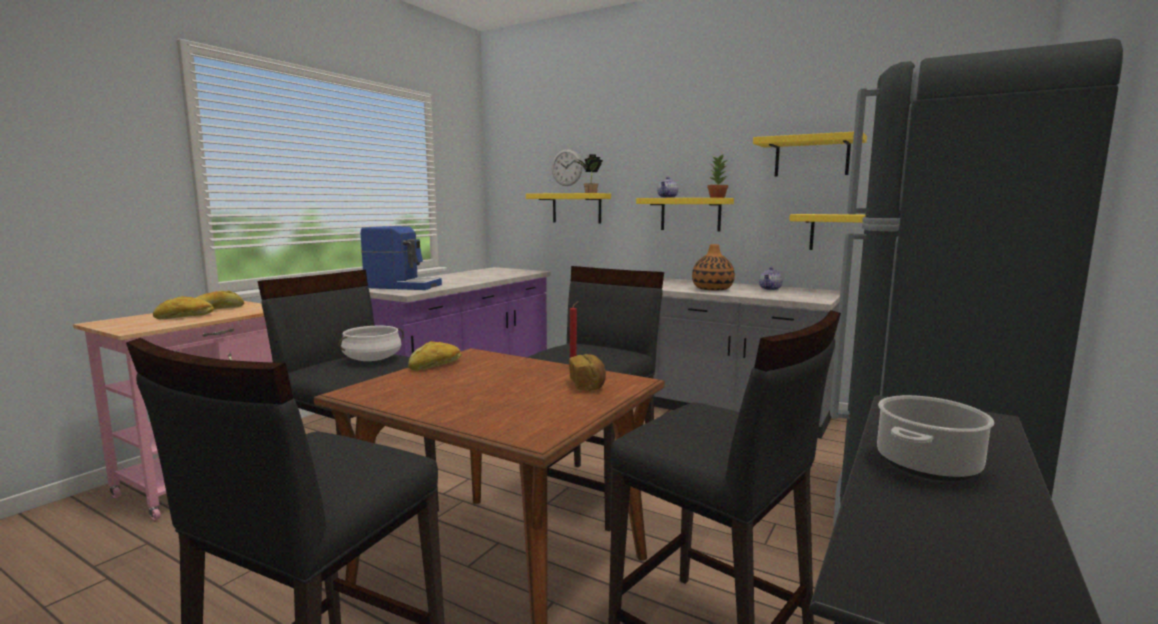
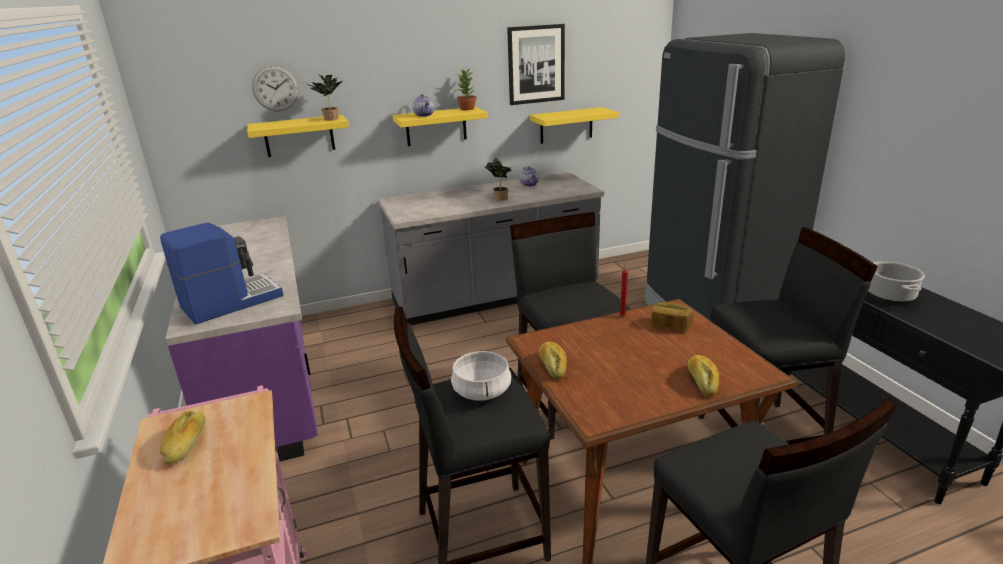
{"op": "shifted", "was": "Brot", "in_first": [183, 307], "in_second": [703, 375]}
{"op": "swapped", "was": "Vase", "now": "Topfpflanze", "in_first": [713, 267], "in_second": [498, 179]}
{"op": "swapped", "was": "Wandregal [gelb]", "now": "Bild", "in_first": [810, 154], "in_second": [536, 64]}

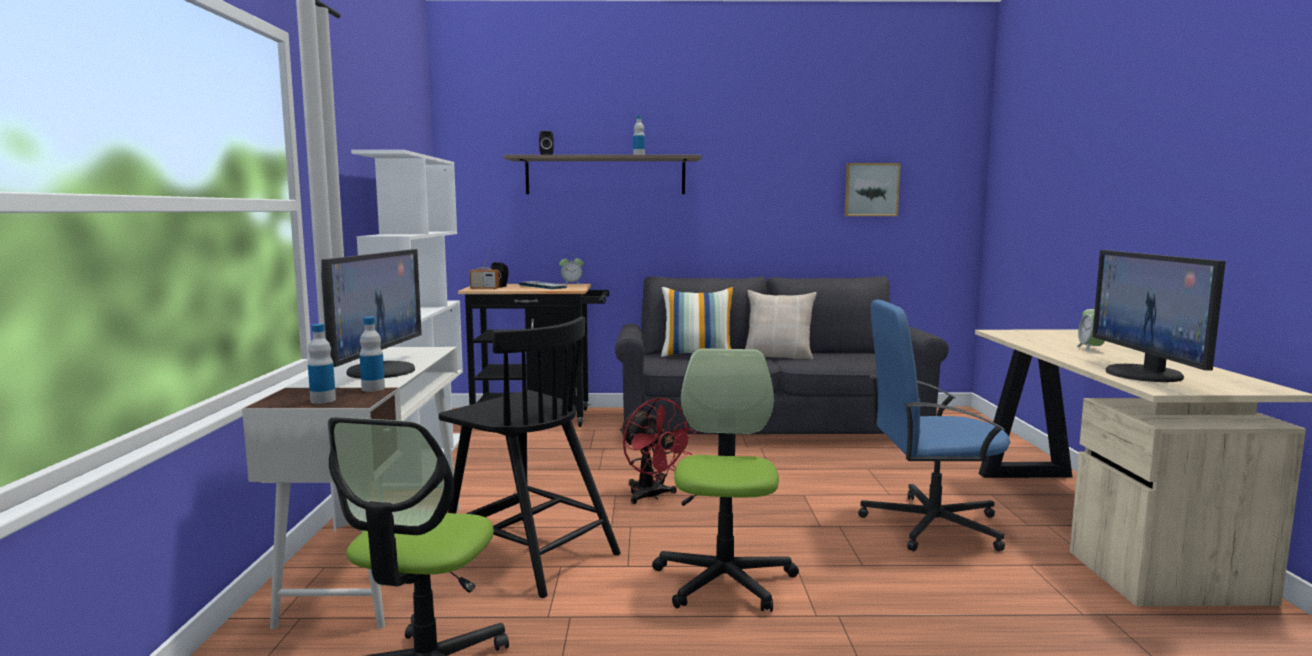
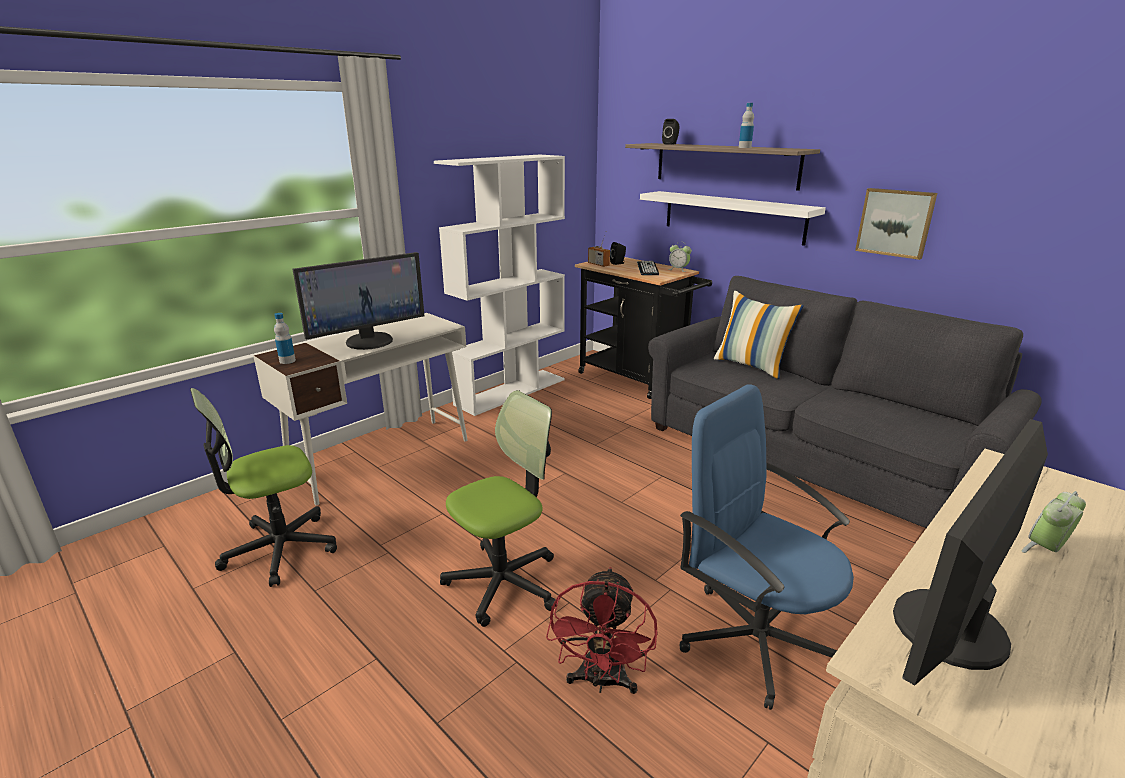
{"op": "gone", "was": "Flasche", "in_first": [372, 354]}
{"op": "gone", "was": "Stuhl [schwarz]", "in_first": [530, 457]}
{"op": "gone", "was": "Kissen [beige]", "in_first": [781, 325]}
{"op": "new", "now": "Wandregal [weiß]", "in_second": [733, 218]}
{"op": "shifted", "was": "Ventilator [rot]", "in_first": [658, 450], "in_second": [601, 630]}
{"op": "shifted", "was": "Bild", "in_first": [872, 189], "in_second": [896, 224]}

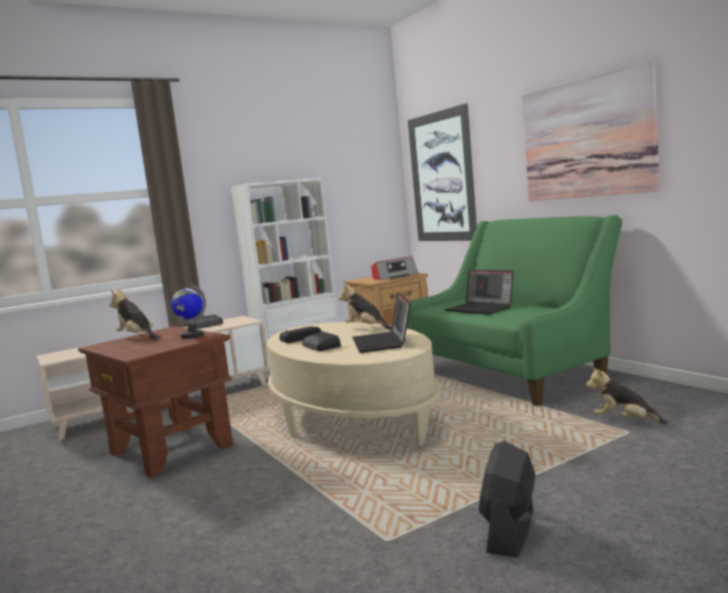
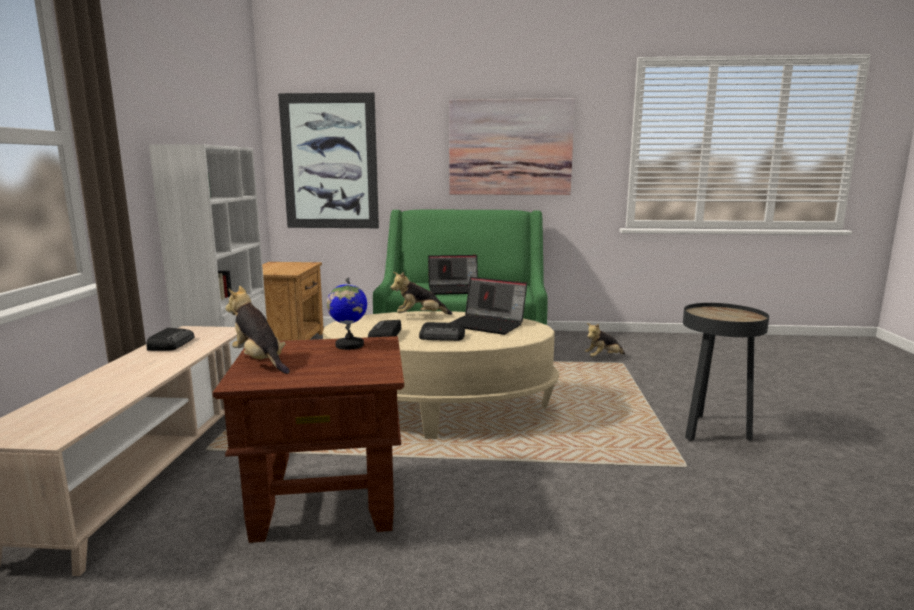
{"op": "gone", "was": "Radio", "in_first": [394, 268]}
{"op": "swapped", "was": "Ventilator [schwarz]", "now": "Beistelltisch [schwarz]", "in_first": [507, 499], "in_second": [726, 372]}
{"op": "rotated", "was": "Plüschtier", "in_first": [134, 314], "in_second": [257, 330], "clockwise": 60}

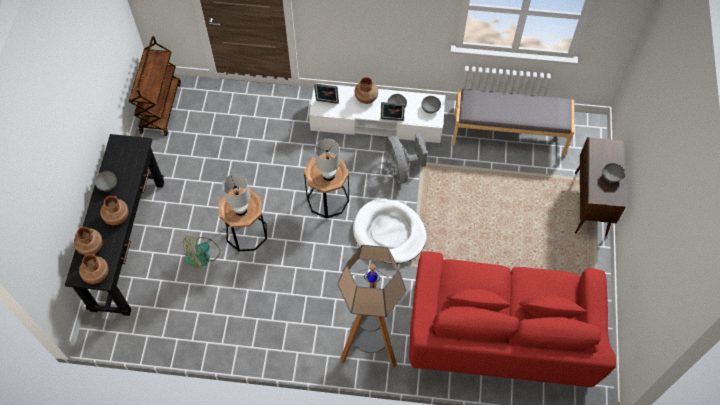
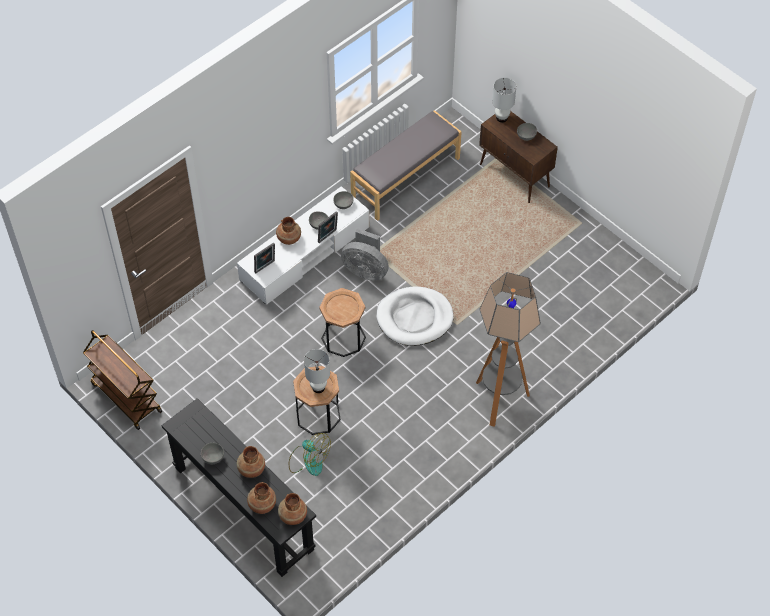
{"op": "gone", "was": "Sofa [rot]", "in_first": [512, 319]}
{"op": "shifted", "was": "Tischlampe [weiß]", "in_first": [327, 160], "in_second": [504, 100]}
{"op": "rotated", "was": "Ventilator", "in_first": [202, 252], "in_second": [310, 454], "clockwise": -60}

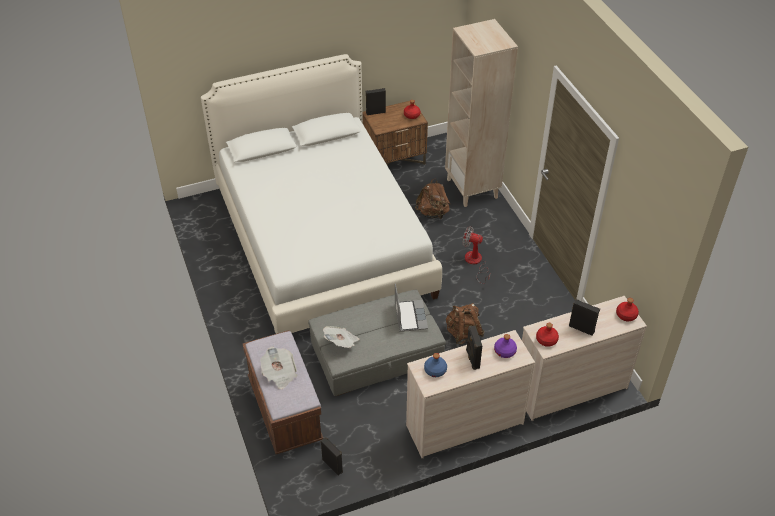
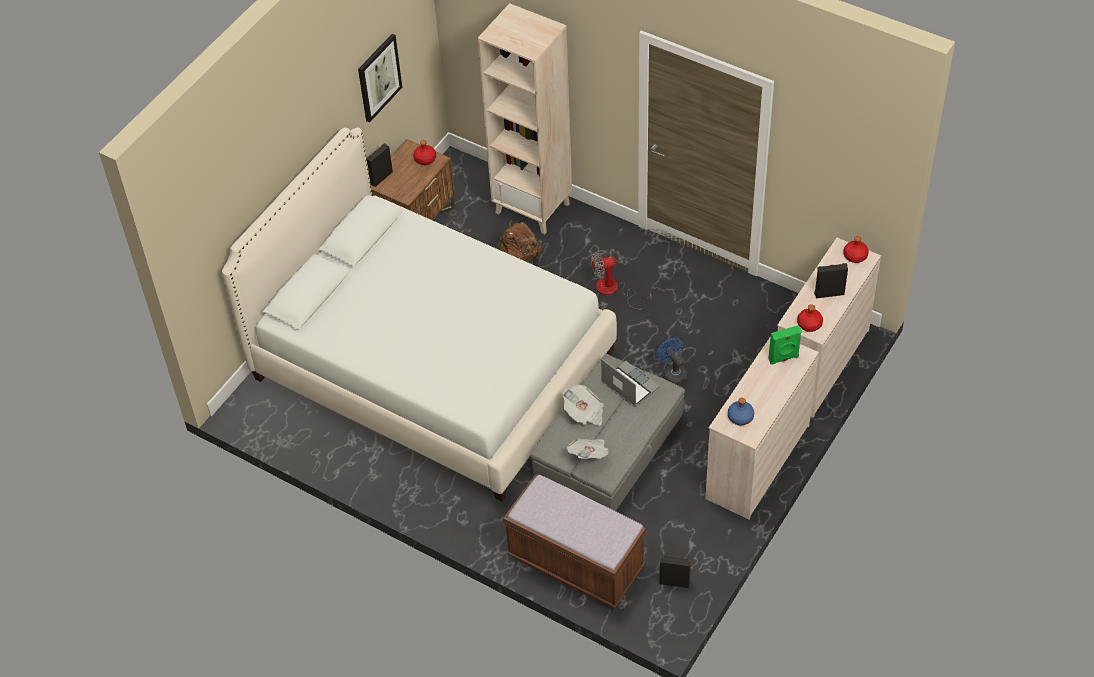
{"op": "gone", "was": "Lautsprecher [schwarz]", "in_first": [474, 348]}
{"op": "new", "now": "Bild", "in_second": [380, 78]}
{"op": "shifted", "was": "Zeitung", "in_first": [278, 368], "in_second": [583, 405]}
{"op": "swapped", "was": "Rucksack [braun]", "now": "Ventilator [blau]", "in_first": [465, 324], "in_second": [672, 361]}
{"op": "swapped", "was": "Flasche [lila]", "now": "Lautsprecher [grün]", "in_first": [505, 346], "in_second": [785, 345]}

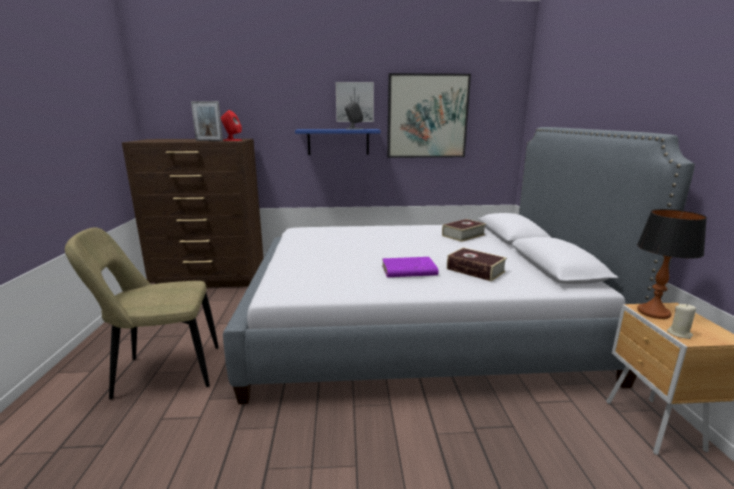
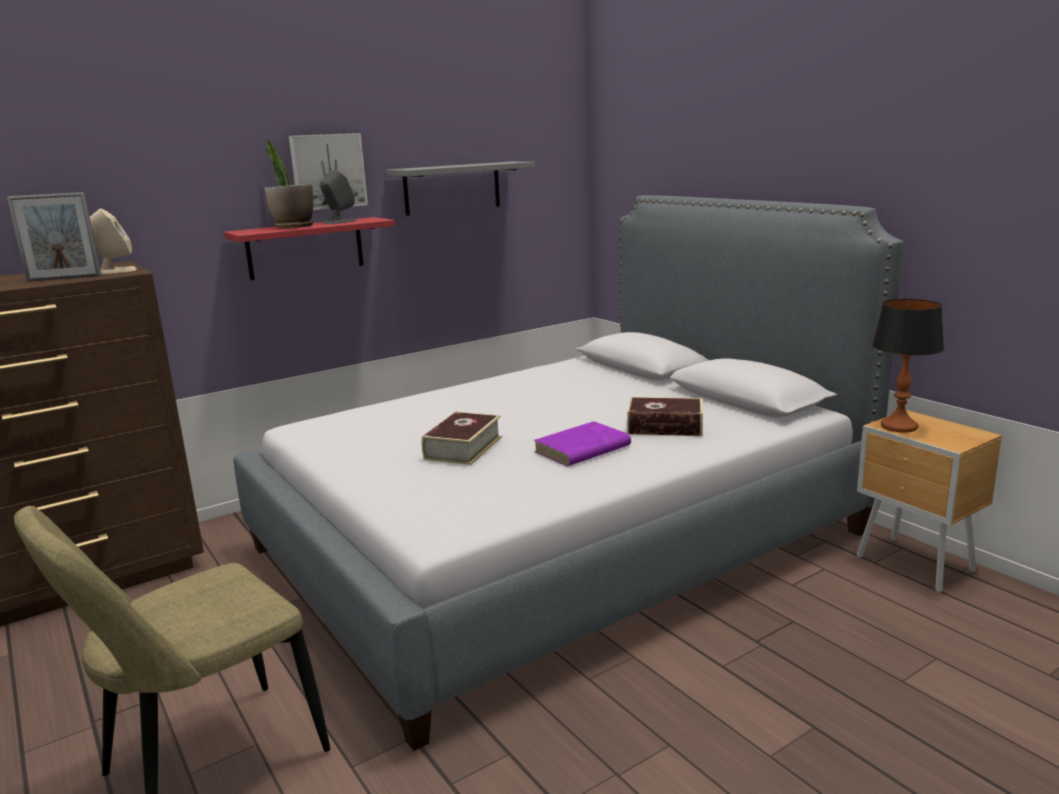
{"op": "gone", "was": "Kerze [beige]", "in_first": [681, 321]}
{"op": "new", "now": "Topfpflanze", "in_second": [289, 183]}
{"op": "shifted", "was": "Buch", "in_first": [464, 230], "in_second": [462, 438]}
{"op": "swapped", "was": "Bild", "now": "Wandregal [grau]", "in_first": [429, 115], "in_second": [460, 189]}
{"op": "repainted", "was": "Lautsprecher [rot]", "now": "Lautsprecher [beige]", "in_first": [231, 125], "in_second": [113, 241]}
{"op": "repainted", "was": "Wandregal [blau]", "now": "Wandregal [rot]", "in_first": [338, 142], "in_second": [309, 248]}

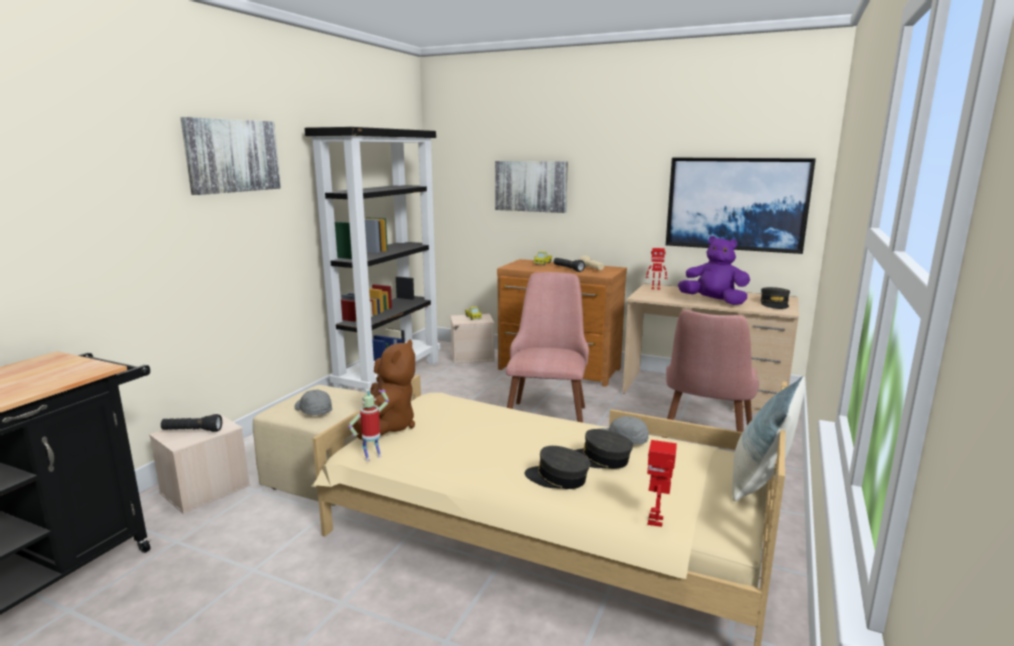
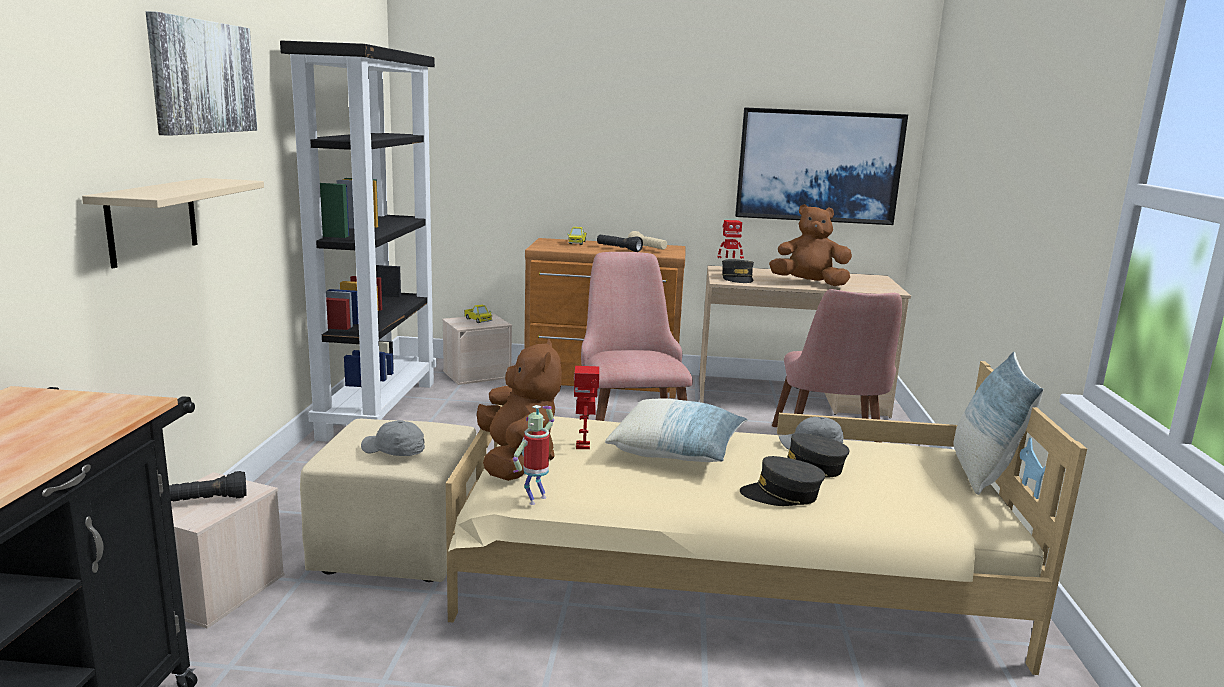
{"op": "gone", "was": "Bild", "in_first": [531, 187]}
{"op": "new", "now": "Wandregal [beige]", "in_second": [173, 223]}
{"op": "new", "now": "Kissen", "in_second": [676, 430]}
{"op": "shifted", "was": "Spielzeugroboter", "in_first": [662, 483], "in_second": [586, 407]}
{"op": "shifted", "was": "Kappe [grau]", "in_first": [775, 298], "in_second": [738, 271]}
{"op": "repainted", "was": "Plüschtier [lila]", "now": "Plüschtier [braun]", "in_first": [714, 270], "in_second": [810, 245]}

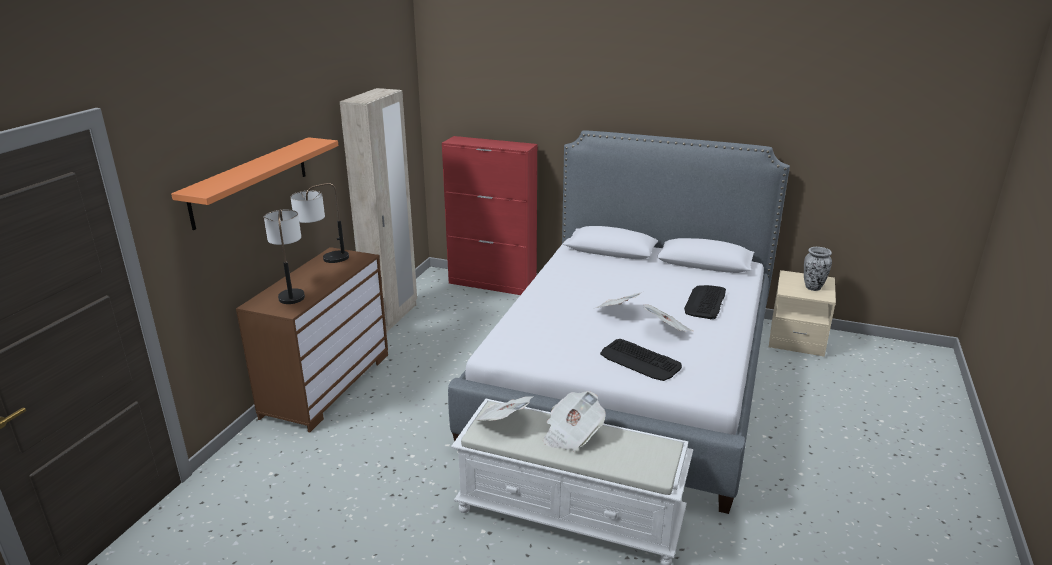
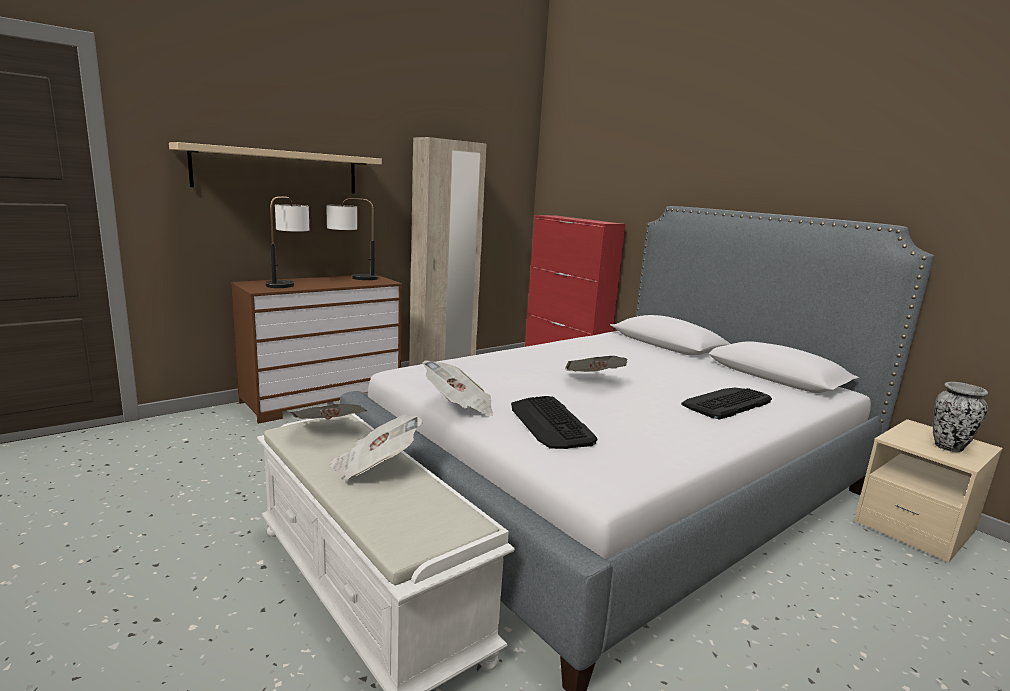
{"op": "shifted", "was": "Zeitung", "in_first": [668, 318], "in_second": [458, 388]}
{"op": "repainted", "was": "Wandregal [orange]", "now": "Wandregal [beige]", "in_first": [254, 183], "in_second": [275, 167]}

